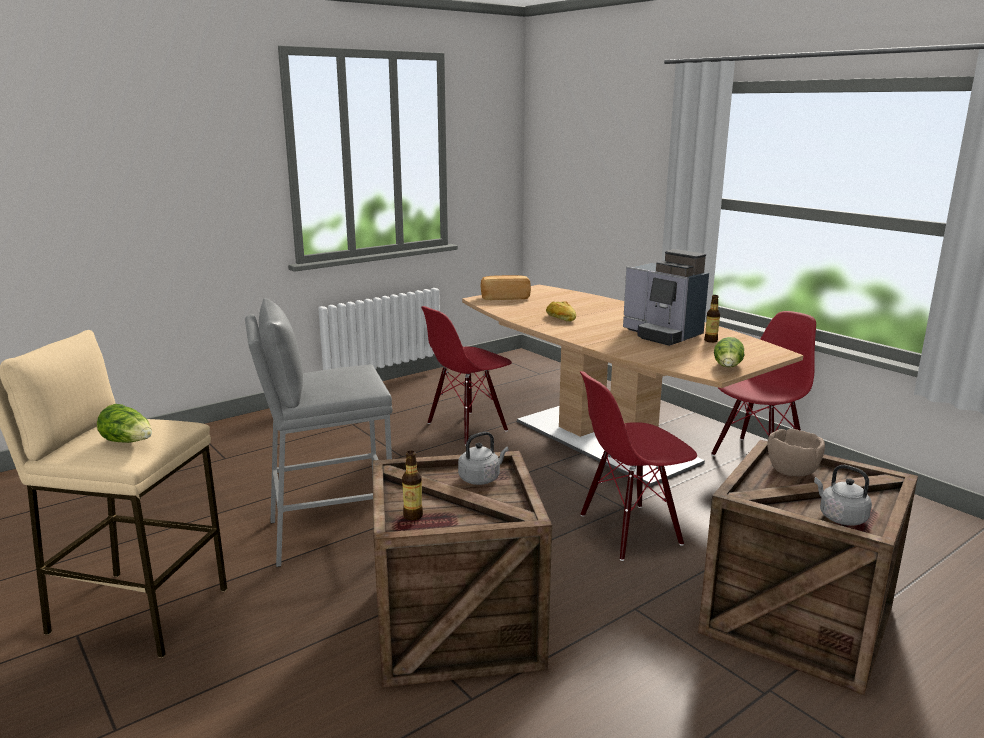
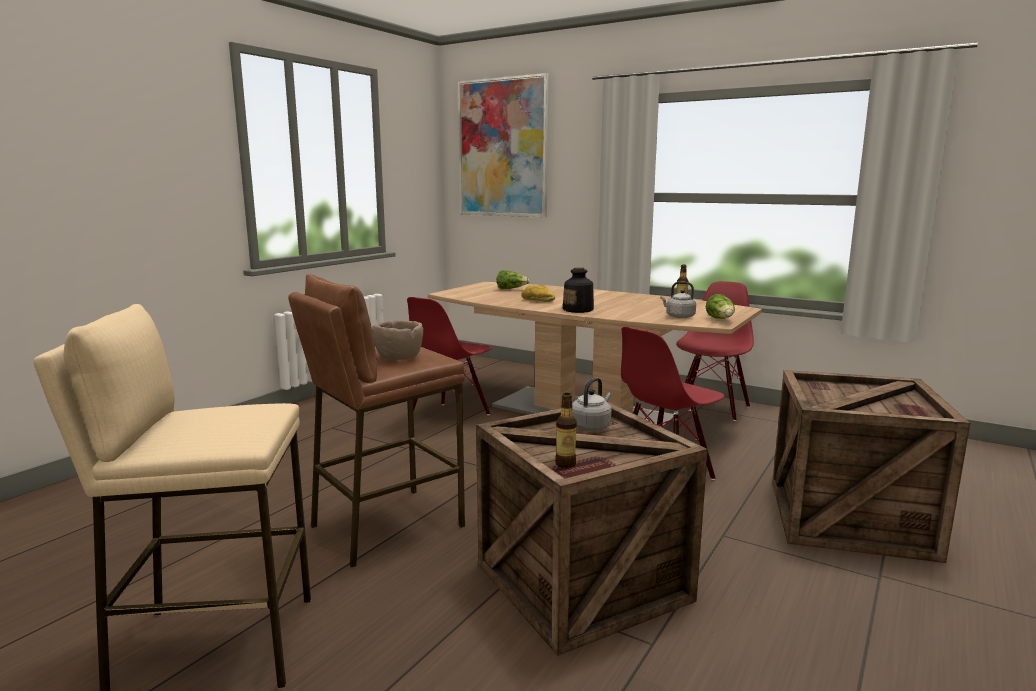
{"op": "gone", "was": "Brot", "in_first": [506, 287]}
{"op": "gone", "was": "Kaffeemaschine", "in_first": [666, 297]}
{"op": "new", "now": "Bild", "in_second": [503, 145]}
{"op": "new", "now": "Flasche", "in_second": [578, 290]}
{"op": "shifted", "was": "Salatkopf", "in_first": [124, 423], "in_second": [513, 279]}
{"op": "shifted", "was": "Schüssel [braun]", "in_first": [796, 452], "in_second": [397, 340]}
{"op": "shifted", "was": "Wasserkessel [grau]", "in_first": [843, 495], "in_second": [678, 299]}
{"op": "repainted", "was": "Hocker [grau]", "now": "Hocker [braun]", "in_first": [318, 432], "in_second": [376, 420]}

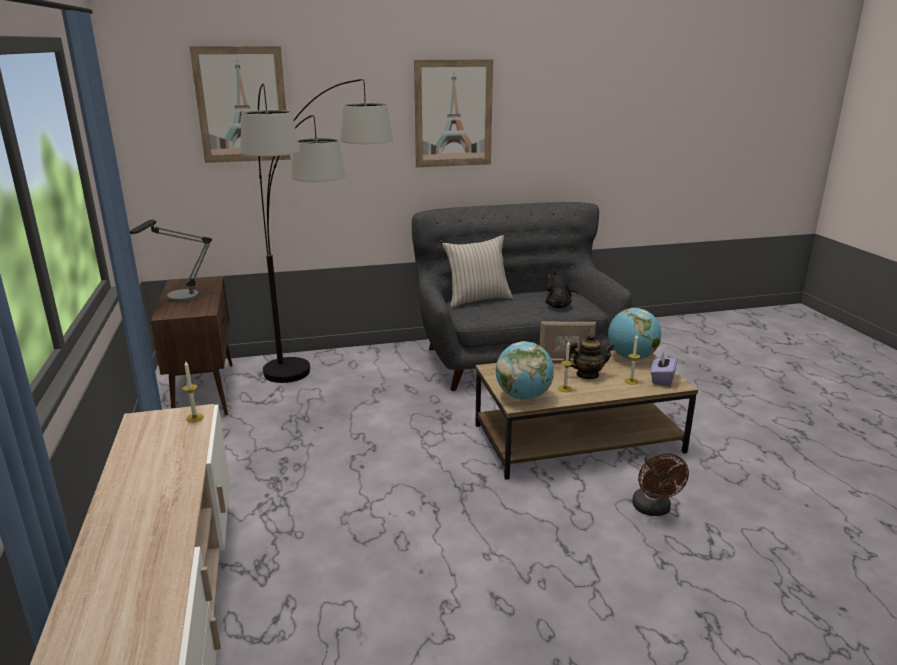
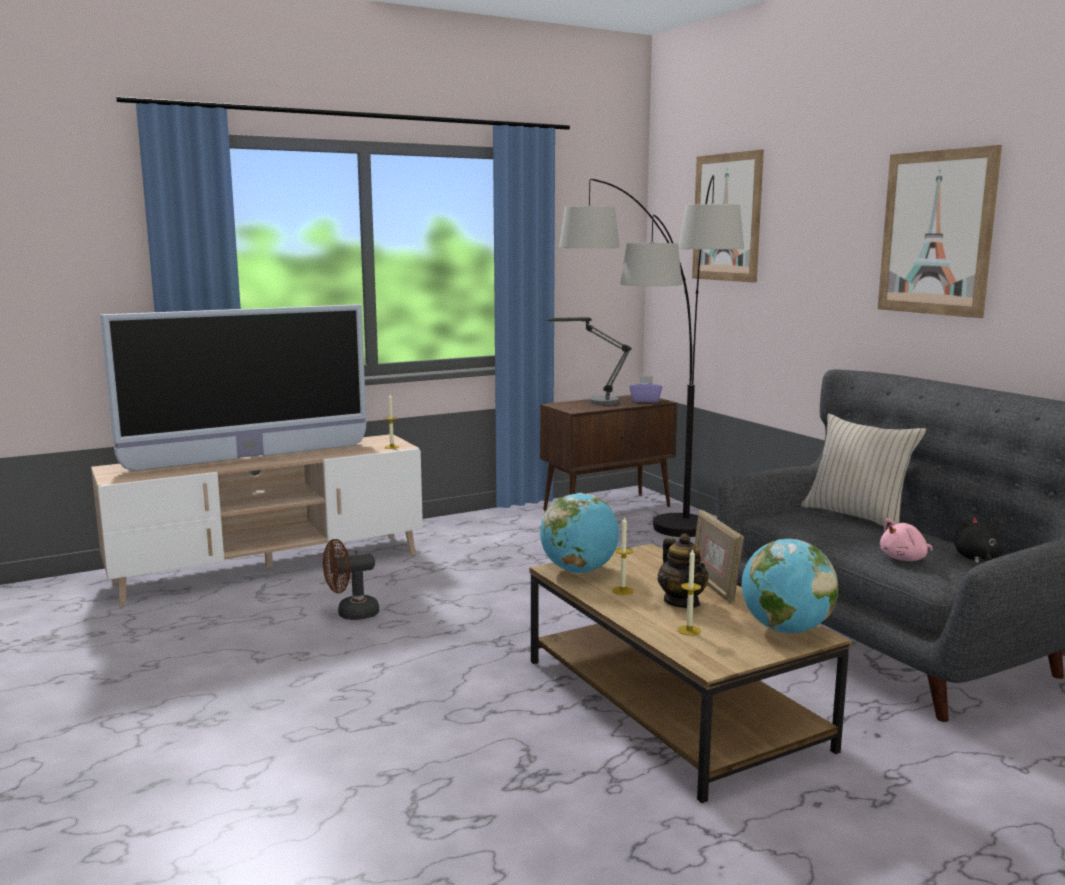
{"op": "new", "now": "Fernseher", "in_second": [233, 387]}
{"op": "shifted", "was": "Ventilator [braun]", "in_first": [660, 484], "in_second": [351, 579]}
{"op": "shifted", "was": "Taschentuchbox [lila]", "in_first": [664, 369], "in_second": [646, 389]}
{"op": "repainted", "was": "Plüschtier [schwarz]", "now": "Plüschtier [rosa]", "in_first": [558, 297], "in_second": [906, 539]}

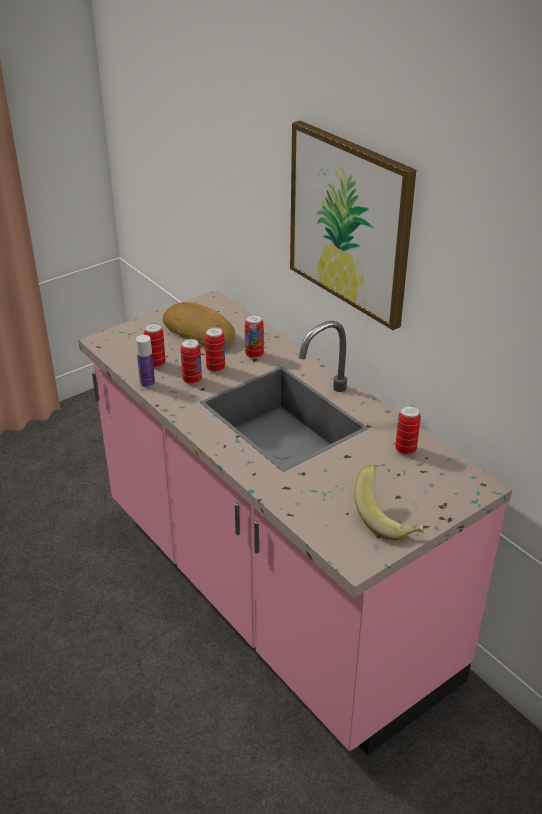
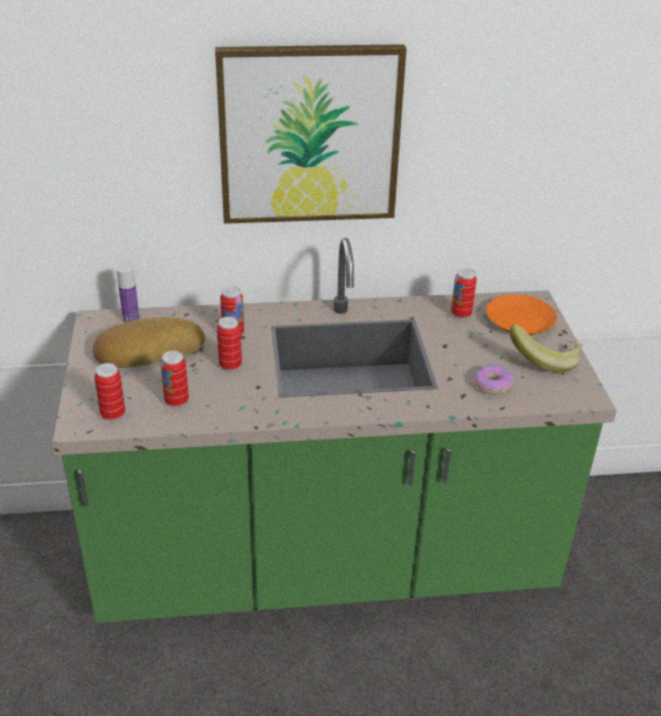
{"op": "new", "now": "Donut", "in_second": [494, 379]}
{"op": "new", "now": "Teller [orange]", "in_second": [521, 314]}
{"op": "shifted", "was": "Flasche", "in_first": [145, 361], "in_second": [128, 294]}
{"op": "shifted", "was": "Dose", "in_first": [191, 361], "in_second": [109, 391]}
{"op": "repainted", "was": "Küchenzeile [rosa]", "now": "Küchenzeile [grün]", "in_first": [295, 522], "in_second": [335, 430]}

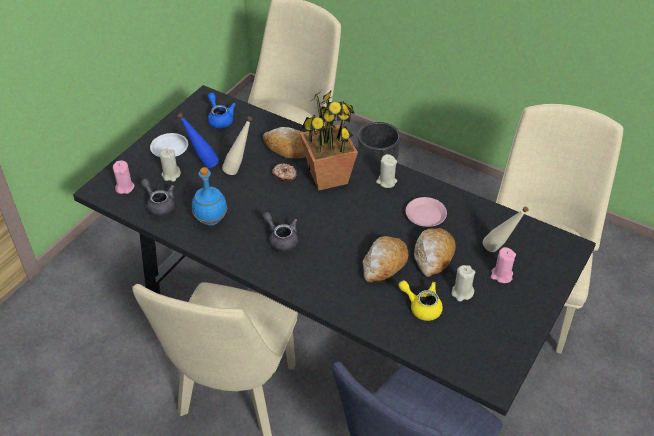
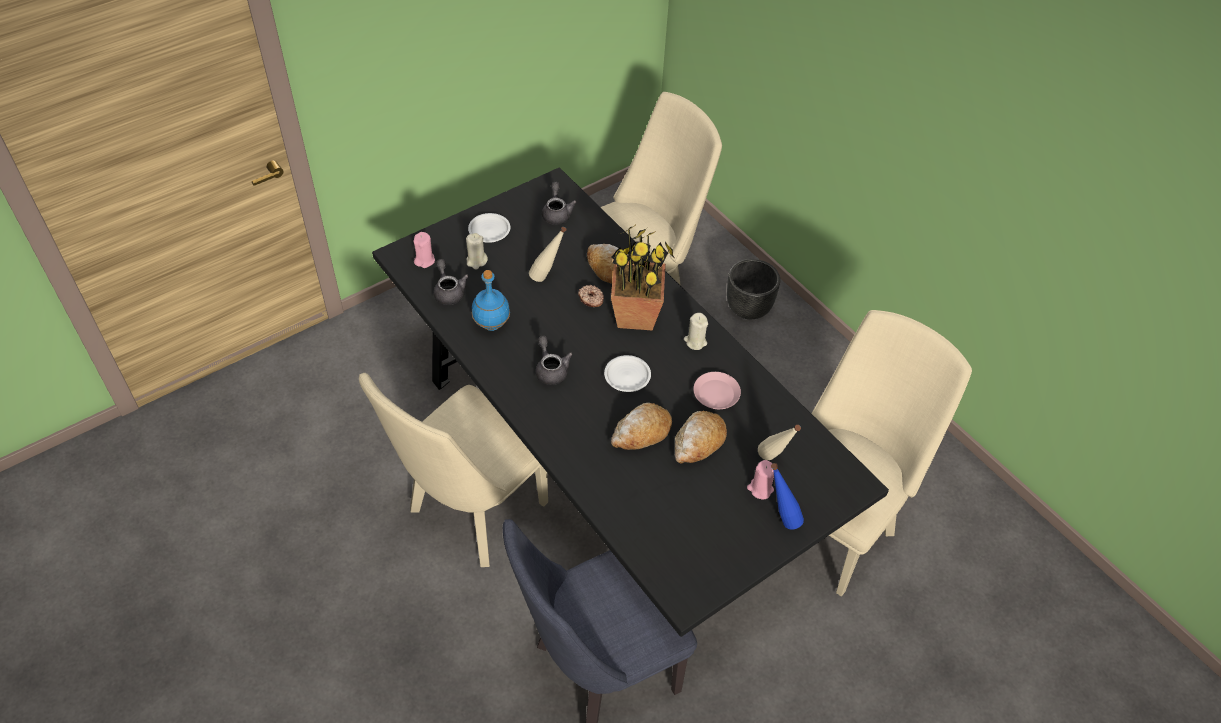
{"op": "gone", "was": "Teekanne [gelb]", "in_first": [421, 301]}
{"op": "gone", "was": "Kerze [beige]", "in_first": [463, 283]}
{"op": "new", "now": "Teller [weiß]", "in_second": [627, 373]}
{"op": "shifted", "was": "Flasche [blau]", "in_first": [198, 140], "in_second": [787, 496]}
{"op": "repainted", "was": "Teekanne [blau]", "now": "Teekanne [grau]", "in_first": [222, 110], "in_second": [559, 203]}

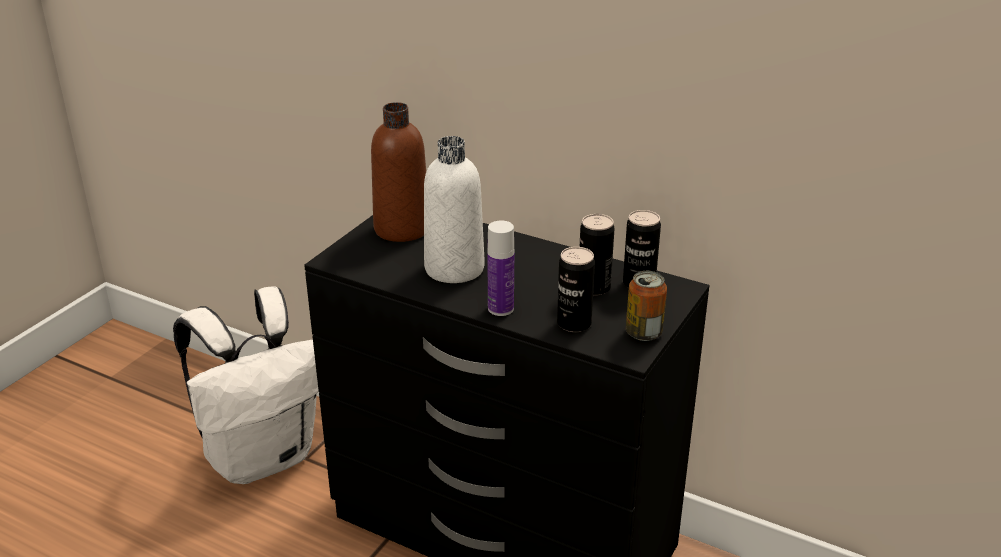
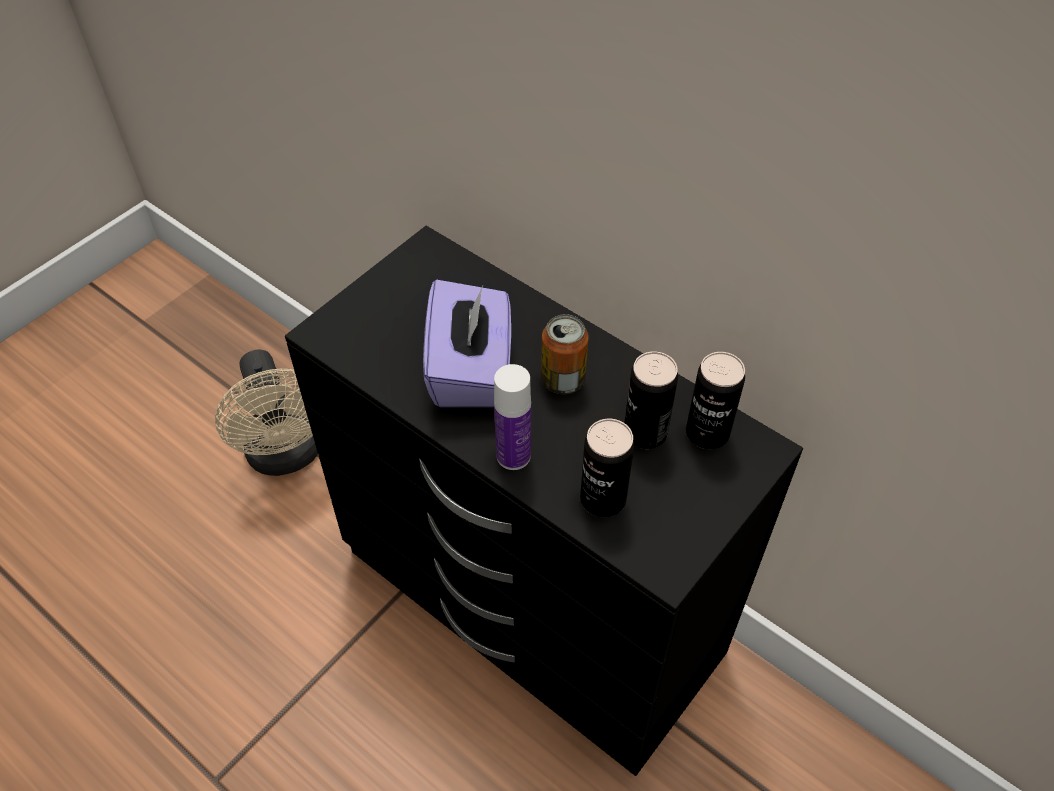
{"op": "gone", "was": "Flasche [braun]", "in_first": [398, 172]}
{"op": "shifted", "was": "Dose", "in_first": [646, 306], "in_second": [565, 354]}
{"op": "swapped", "was": "Rucksack [weiß]", "now": "Ventilator [beige]", "in_first": [246, 385], "in_second": [266, 413]}
{"op": "swapped", "was": "Flasche [weiß]", "now": "Taschentuchbox [lila]", "in_first": [454, 209], "in_second": [467, 343]}

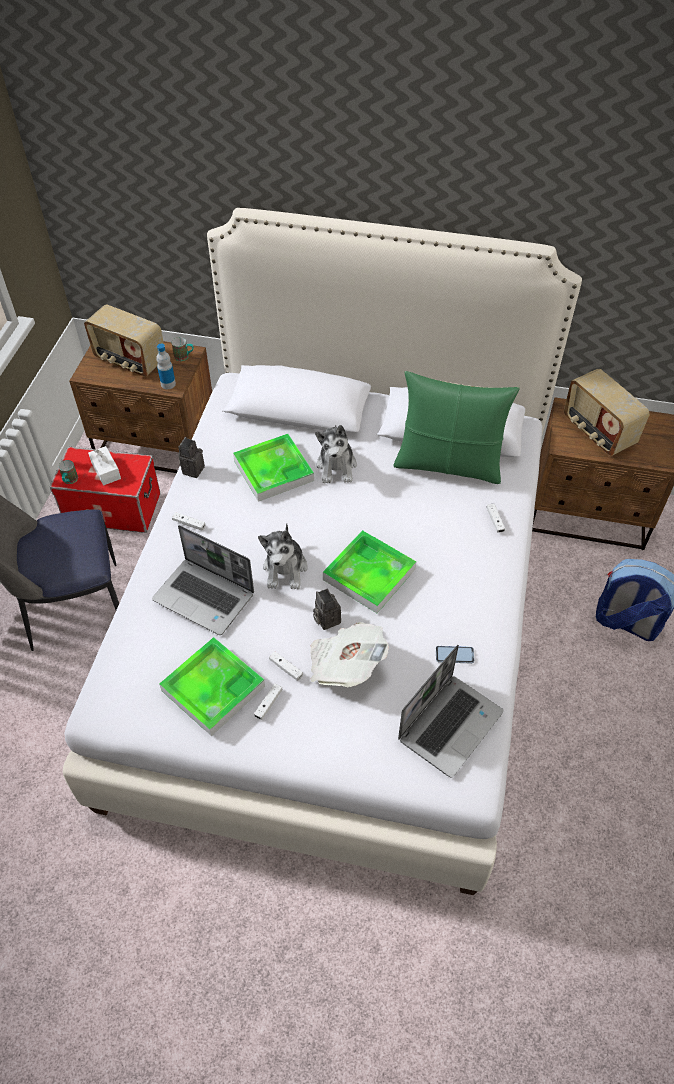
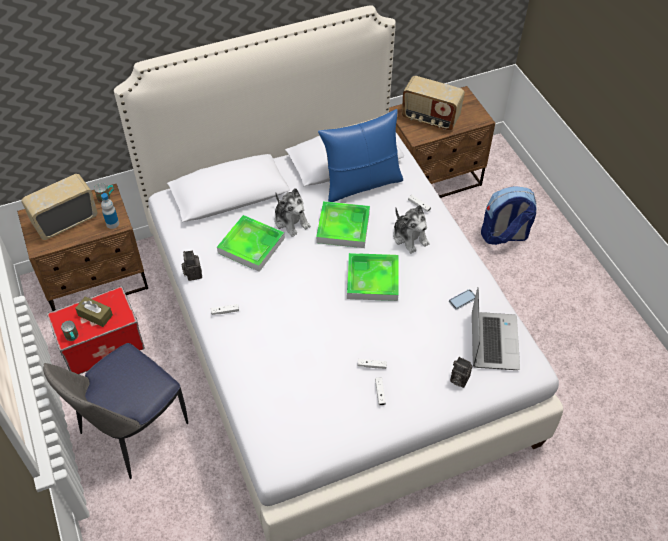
{"op": "gone", "was": "Laptop", "in_first": [203, 580]}
{"op": "gone", "was": "Zeitung", "in_first": [349, 654]}
{"op": "shifted", "was": "Tablett", "in_first": [212, 686], "in_second": [343, 224]}
{"op": "shifted", "was": "Plüschtier", "in_first": [283, 556], "in_second": [411, 229]}
{"op": "shifted", "was": "Kamera", "in_first": [327, 609], "in_second": [461, 372]}
{"op": "repainted", "was": "Taschentuchbox [weiß]", "now": "Taschentuchbox [braun]", "in_first": [104, 466], "in_second": [94, 311]}
{"op": "repainted", "was": "Kissen [grün]", "now": "Kissen [blau]", "in_first": [456, 427], "in_second": [360, 155]}
{"op": "rotated", "was": "Radio", "in_first": [124, 340], "in_second": [59, 207], "clockwise": 150}

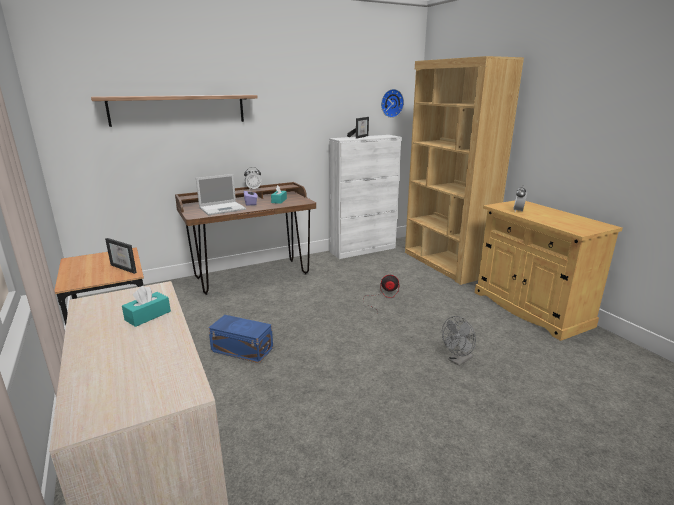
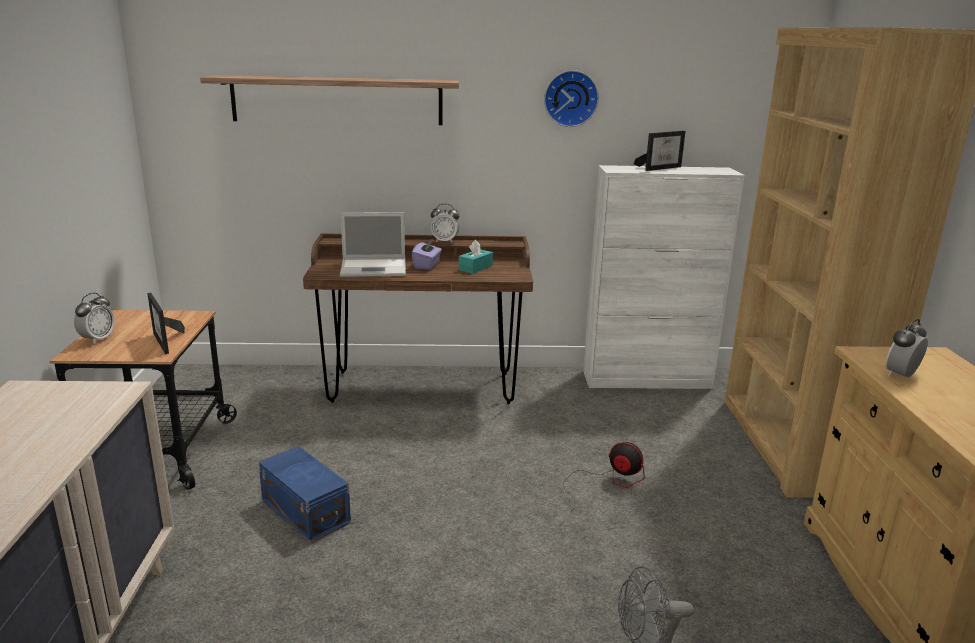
{"op": "gone", "was": "Taschentuchbox [türkis]", "in_first": [146, 306]}
{"op": "new", "now": "Wecker", "in_second": [94, 318]}
{"op": "shifted", "was": "Wanduhr", "in_first": [392, 103], "in_second": [571, 98]}

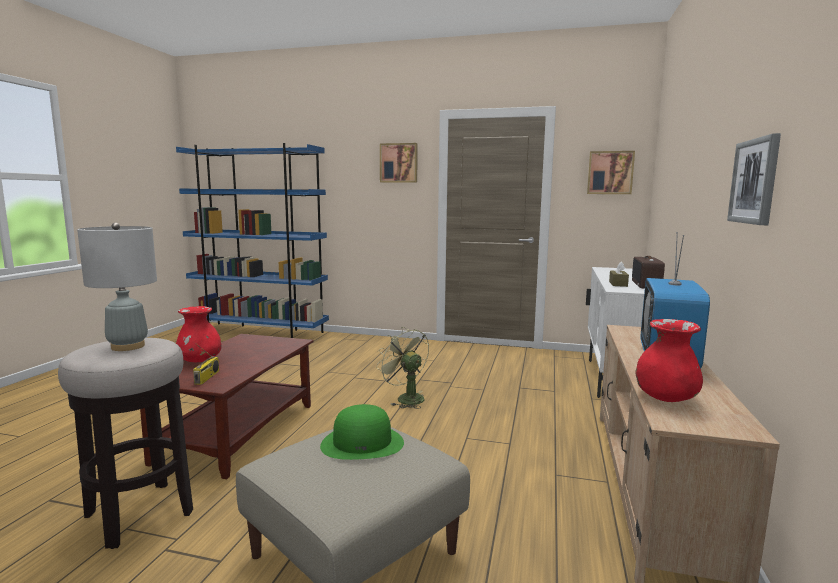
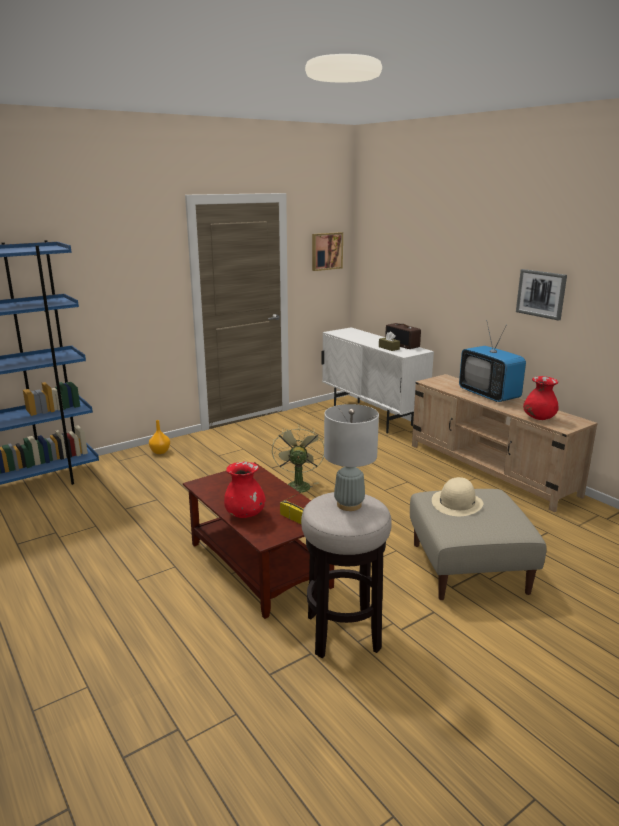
{"op": "gone", "was": "Bild", "in_first": [399, 163]}
{"op": "new", "now": "Vase [orange]", "in_second": [159, 437]}
{"op": "repainted", "was": "Hut [grün]", "now": "Hut [beige]", "in_first": [362, 432], "in_second": [457, 496]}
{"op": "rotated", "was": "Ventilator [grün]", "in_first": [402, 368], "in_second": [298, 459], "clockwise": 90}

